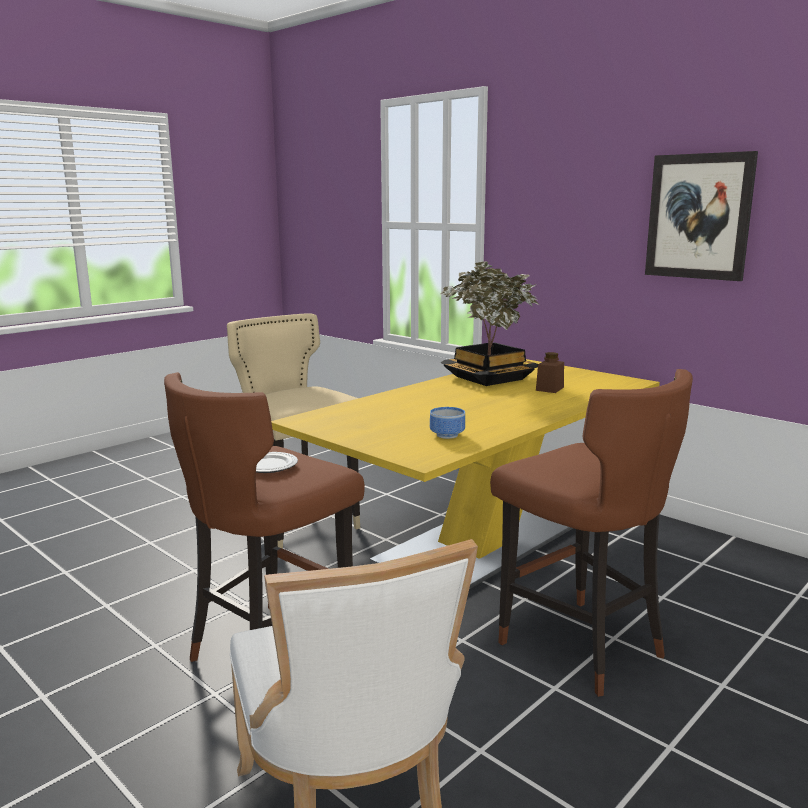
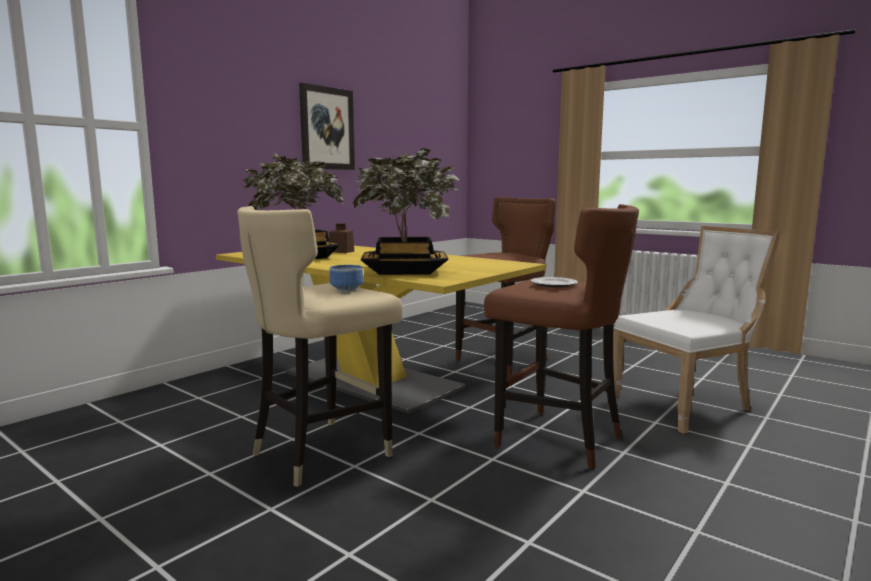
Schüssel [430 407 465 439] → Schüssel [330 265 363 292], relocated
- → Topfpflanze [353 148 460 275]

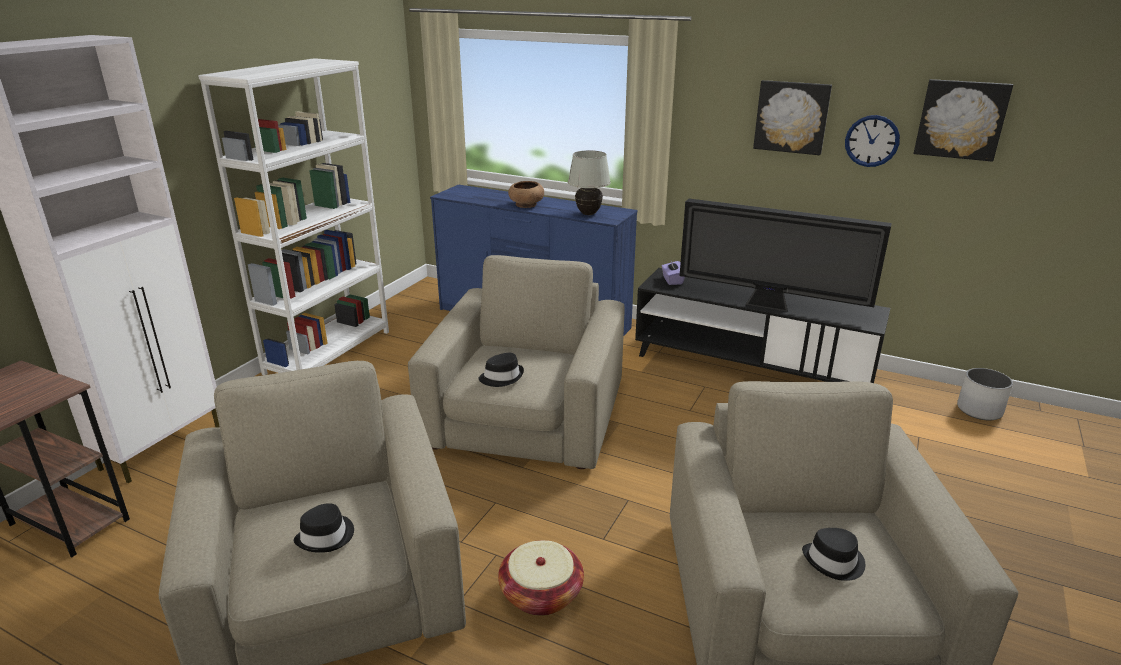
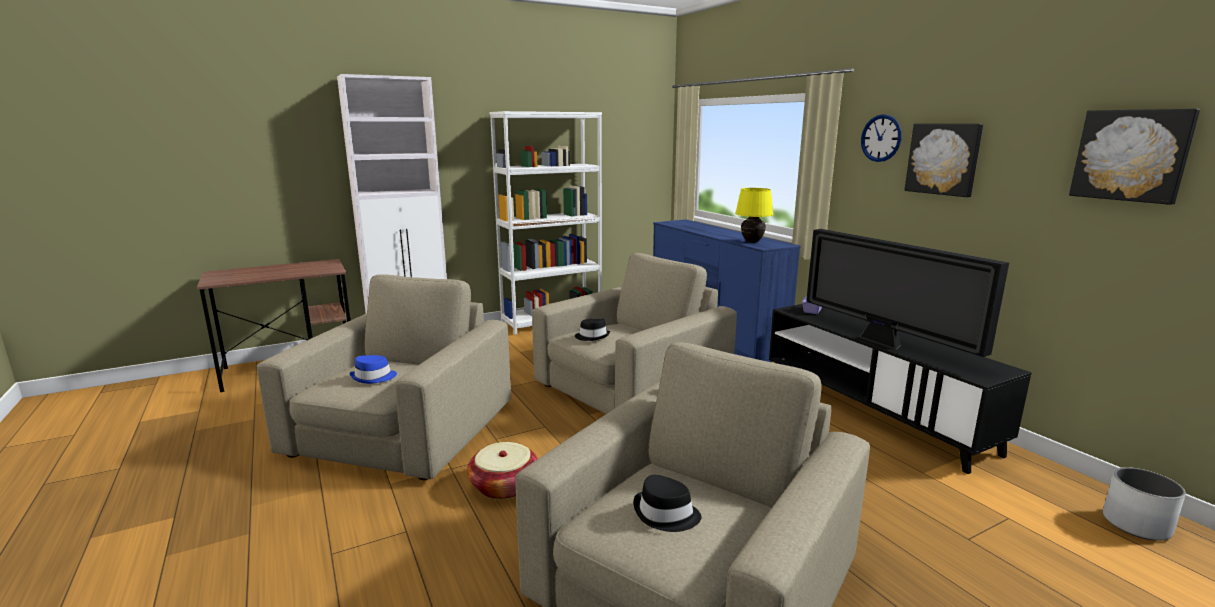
Hut [schwarz] [293 503 354 553] → Hut [blau] [350 355 397 384]
Tischlampe [weiß] [568 150 611 215] → Tischlampe [gelb] [735 188 773 243]
Wanduhr [845 115 900 167] → Wanduhr [861 114 902 162], relocated
Schüssel [braun] [508 181 544 208] → -

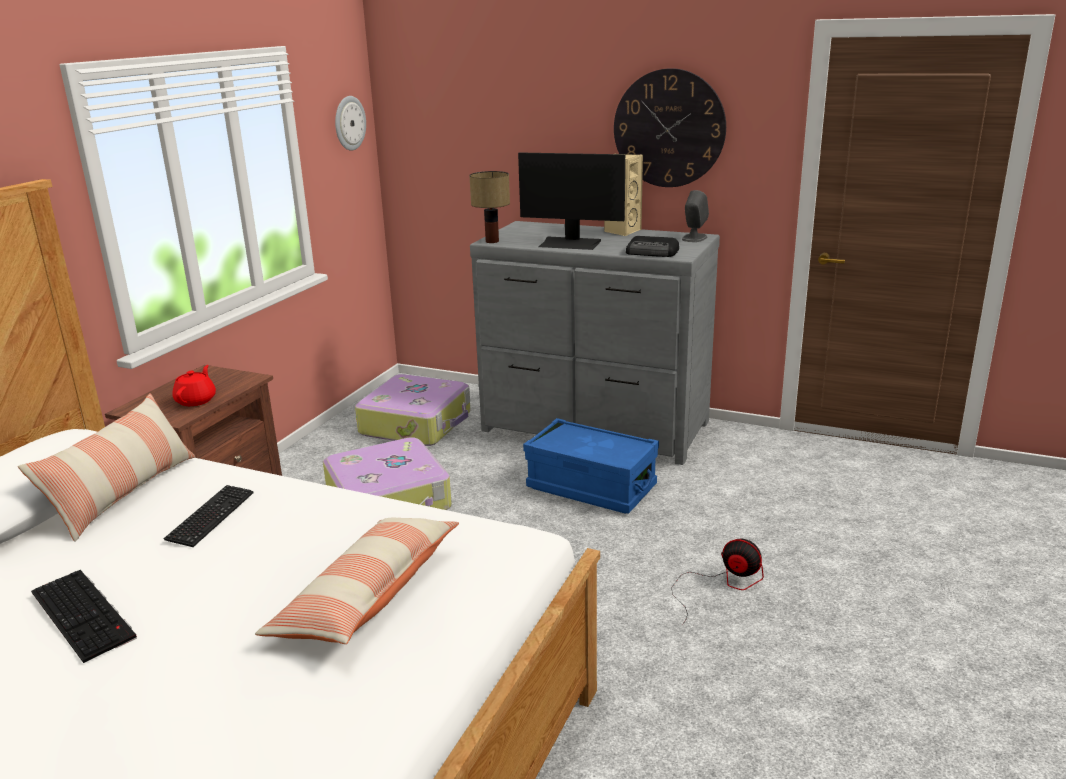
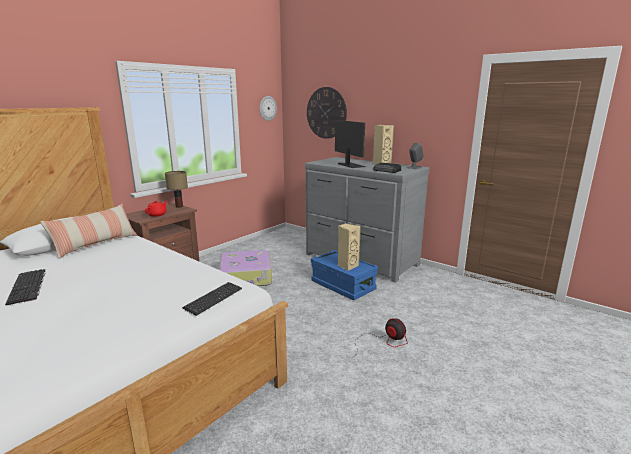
Tischlampe [469 171 510 243] → Tischlampe [165 171 188 208], relocated
Tastatur [164 485 254 547] → Tastatur [182 282 242 316], relocated
Wanduhr [614 68 726 187] → Wanduhr [307 87 347 139], relocated
Monitor [518 152 625 250] → Monitor [335 120 366 168], 150 degrees counterclockwise
- → Lautsprecher [beige] [338 223 361 271]
Kissen [255 518 459 644] → -
Koffer [355 374 471 446] → -

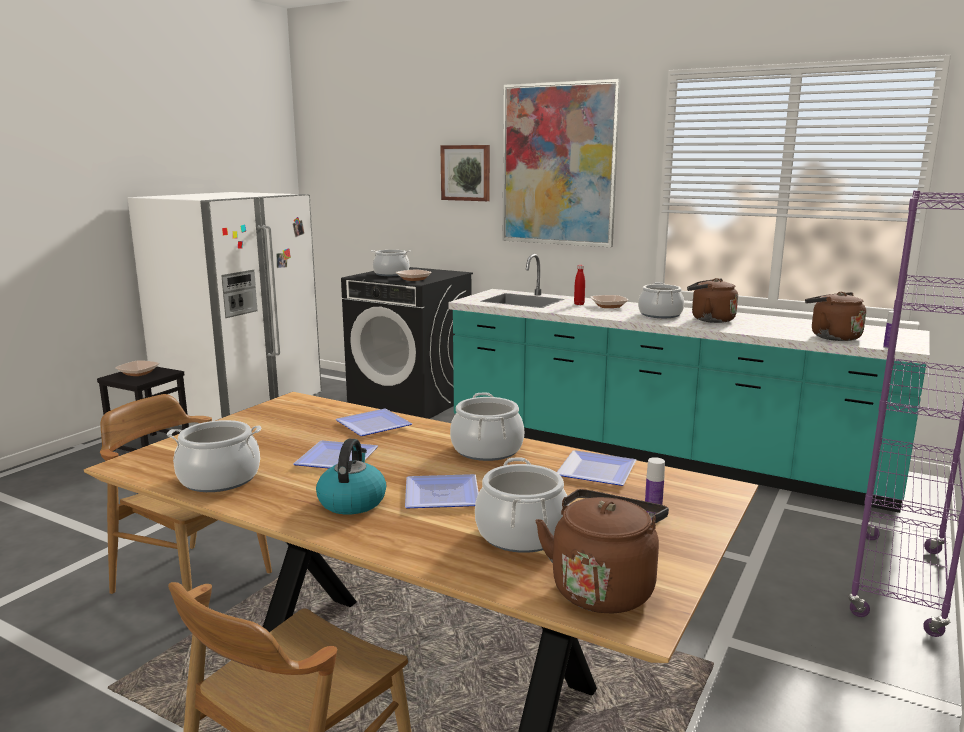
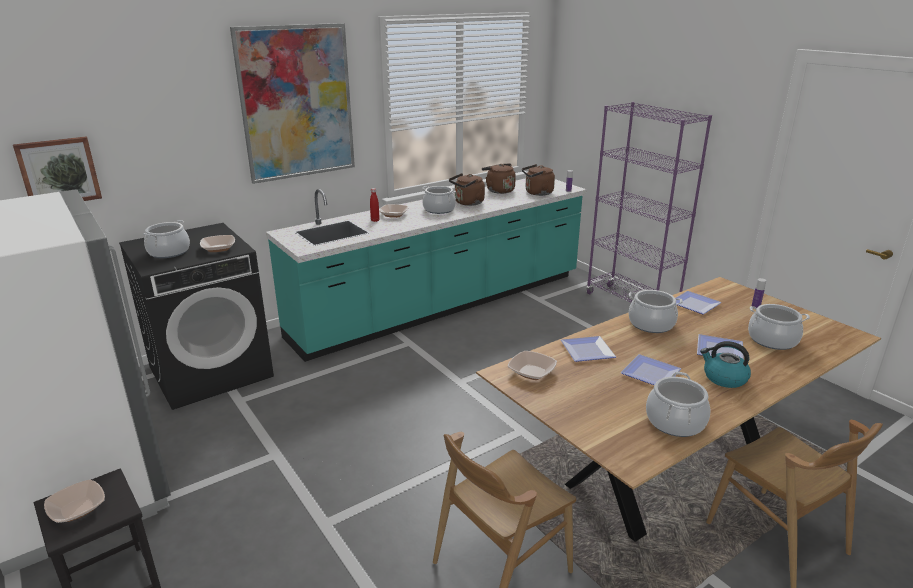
Bild [440 145 490 201] → Bild [13 137 102 201], relocated
Wasserkessel [braun] [535 489 669 614] → Wasserkessel [braun] [482 164 516 194], relocated
- → Schüssel [508 351 557 380]

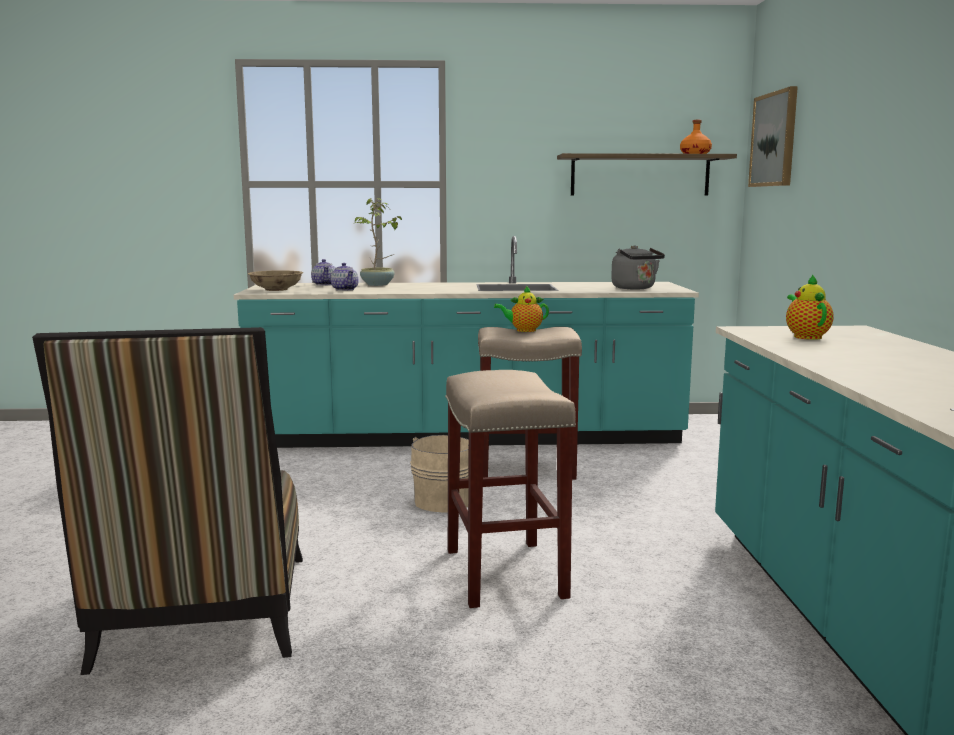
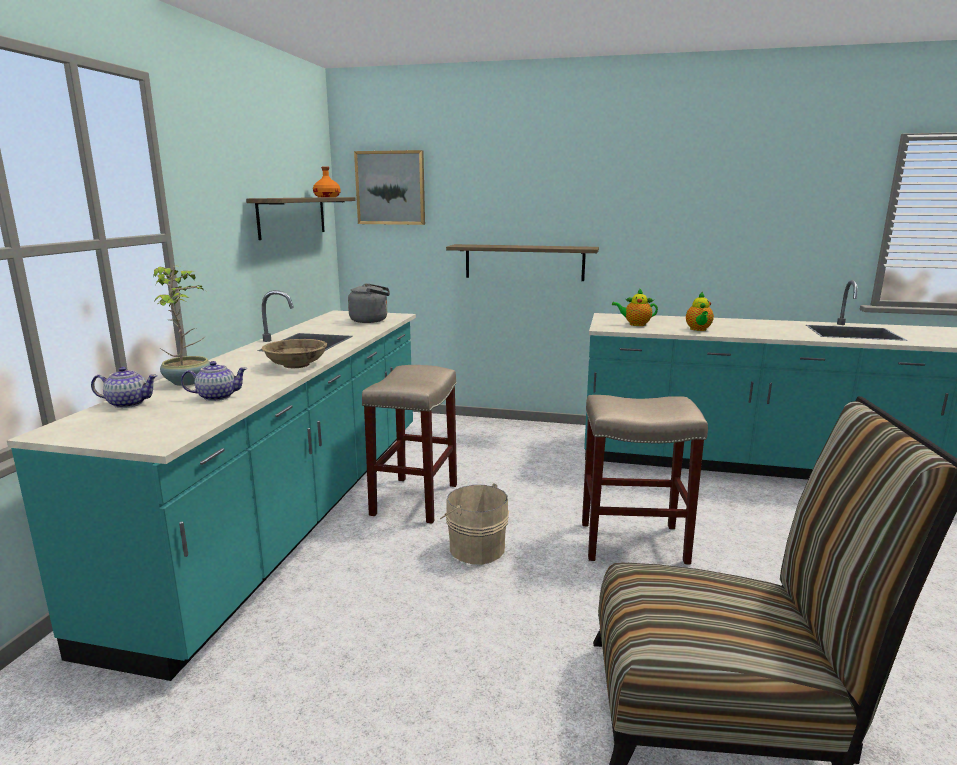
Schüssel [beige] [248 270 303 291] → Schüssel [beige] [262 339 327 368], relocated
- → Wandregal [446 244 599 281]
Teekanne [494 286 549 332] → Teekanne [686 292 714 331], relocated

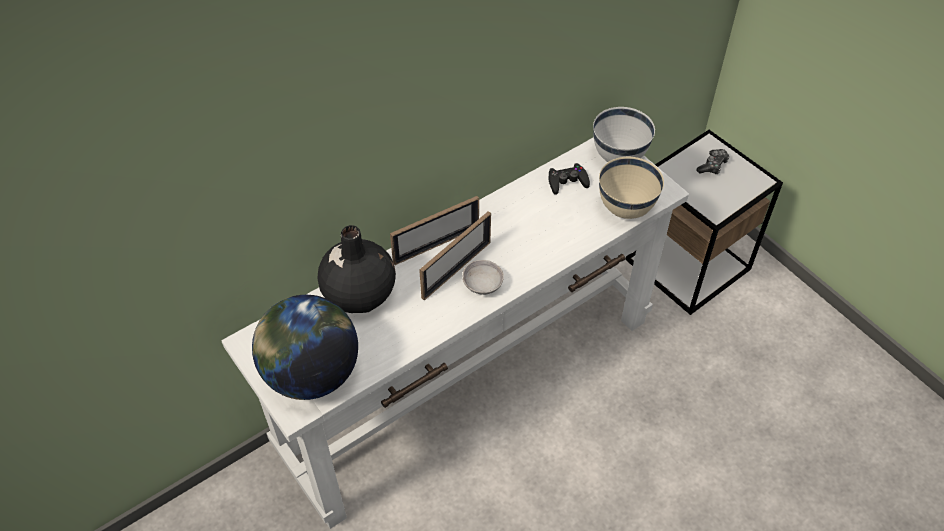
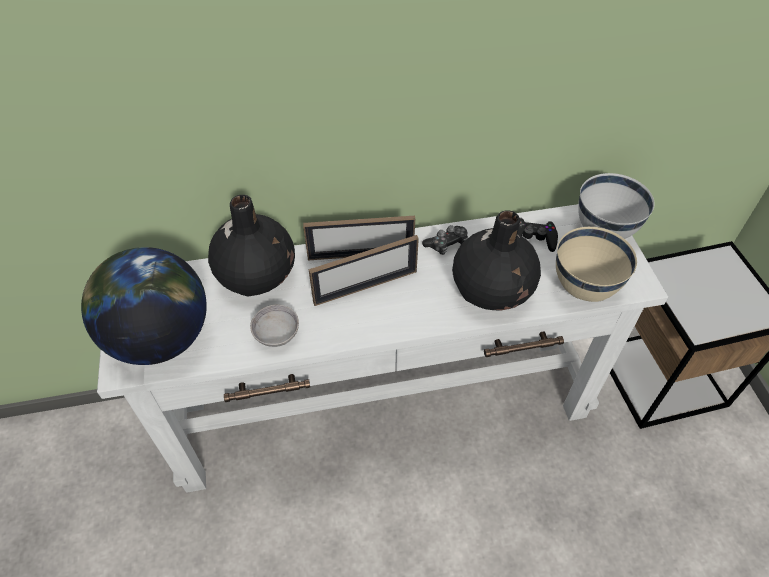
Schüssel [grau] [463 260 504 295] → Schüssel [grau] [250 305 299 347], relocated
Gamepad [696 149 730 174] → Gamepad [422 225 468 255], relocated
- → Vase [schwarz] [452 211 541 310]

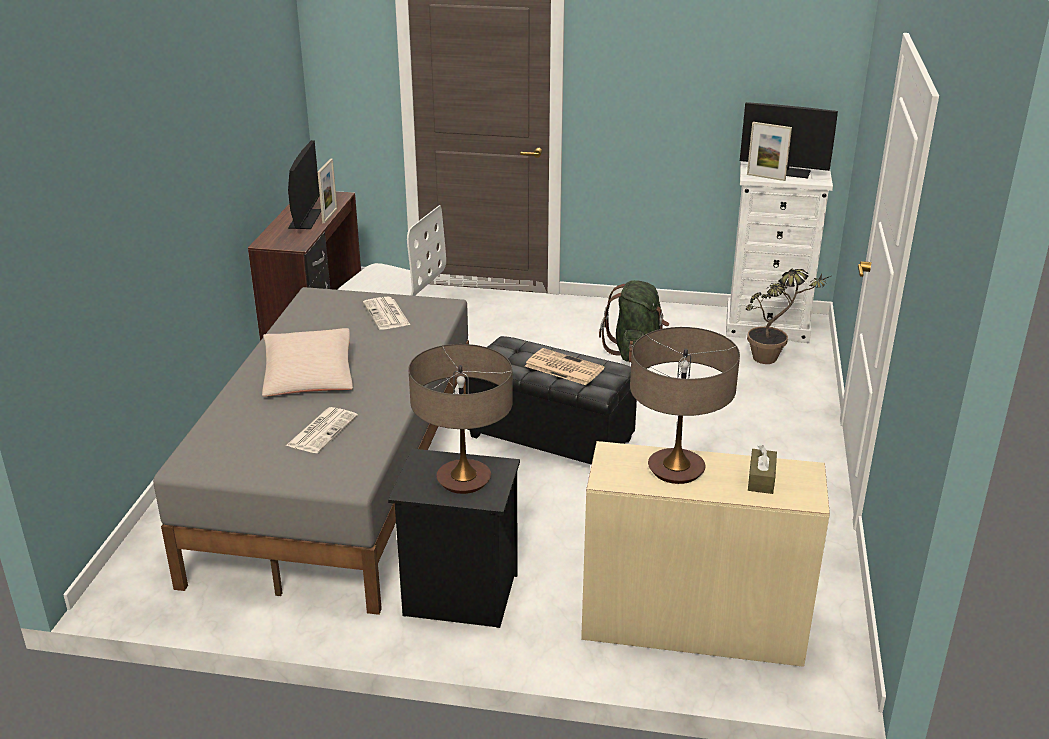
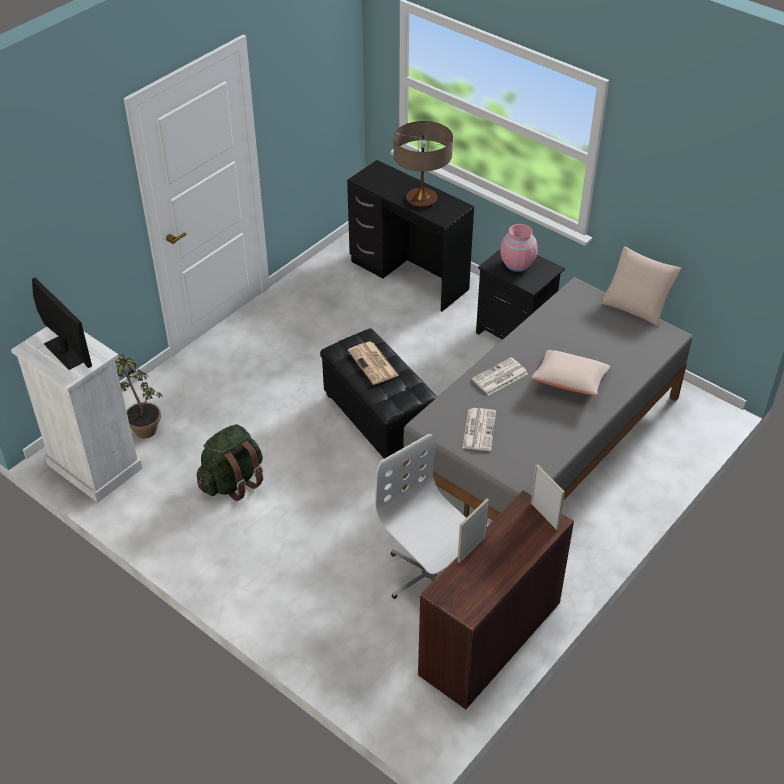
Schreibtisch [beige] [581 441 830 667] → Schreibtisch [schwarz] [347 160 474 312]
Zeitung [286 407 358 453] → Zeitung [471 357 528 395], relocated
Tischlampe [409 344 513 494] → Vase [rosa] [500 224 538 272]
Bilderrahmen [747 122 792 181] → Bilderrahmen [531 464 565 530], relocated
- → Kissen [beige] [602 246 682 326]
Monitor [288 140 321 229] → -
Taschentuchbox [braun] [748 445 777 494] → -

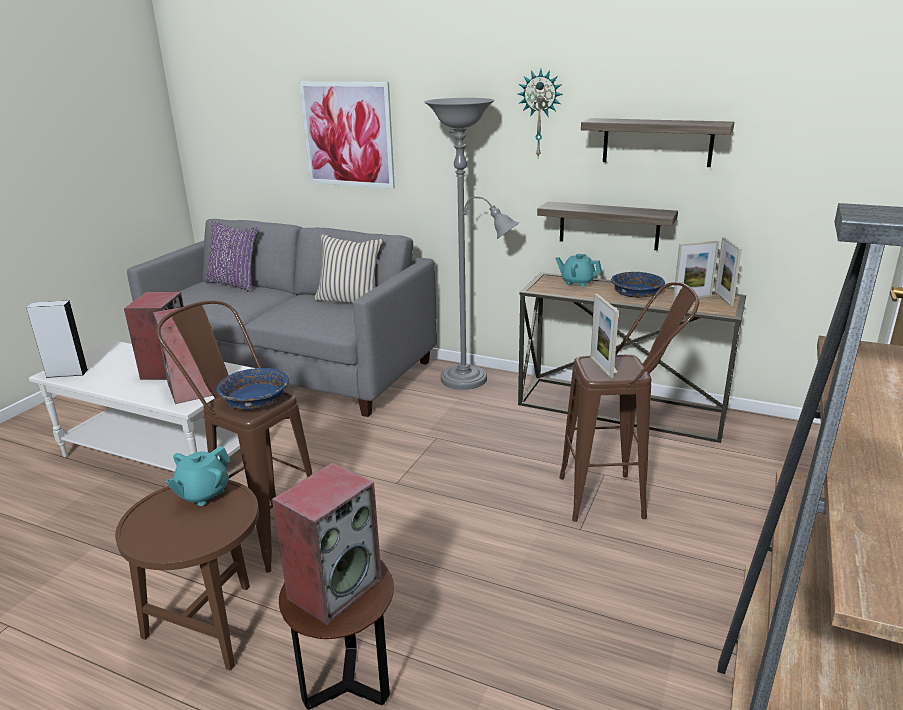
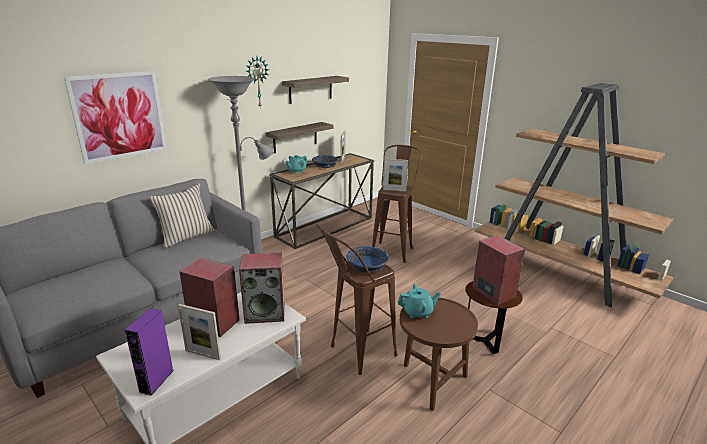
Lautsprecher [grau] [26 300 88 378] → Lautsprecher [lila] [125 308 174 396]
Bilderrahmen [715 237 742 306] → Bilderrahmen [178 304 221 360], relocated
Teekanne [türkis] [165 446 230 506] → Teekanne [türkis] [398 284 441 319], 60 degrees counterclockwise
Kissen [lila] [204 221 259 292] → -

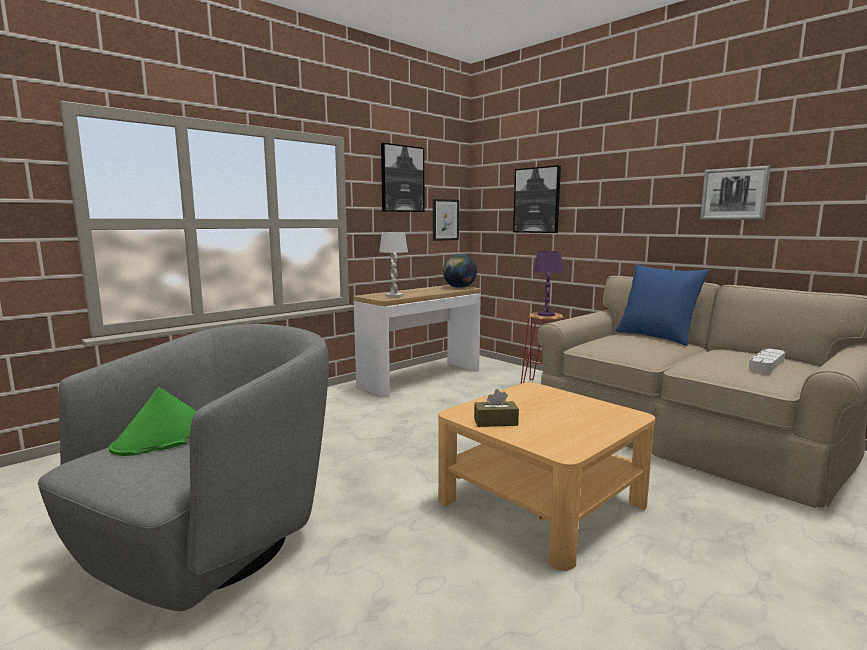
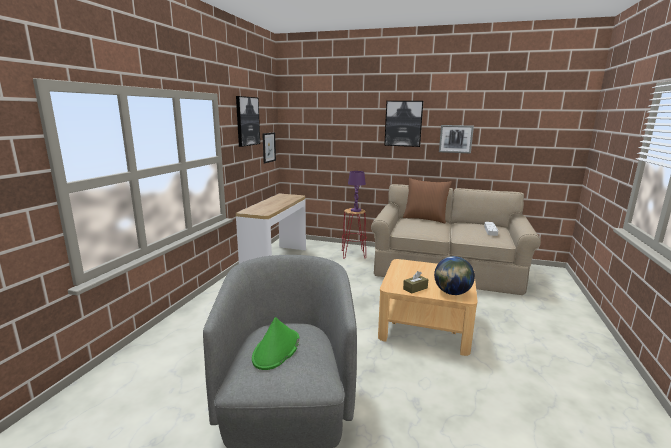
Bild [513 165 561 233] → Bild [384 101 423 147], relocated
Kissen [blau] [616 264 709 346] → Kissen [braun] [403 178 452 224]
Globus [443 254 477 288] → Globus [434 256 475 295], relocated
Tischlampe [weiß] [379 232 408 297] → -

